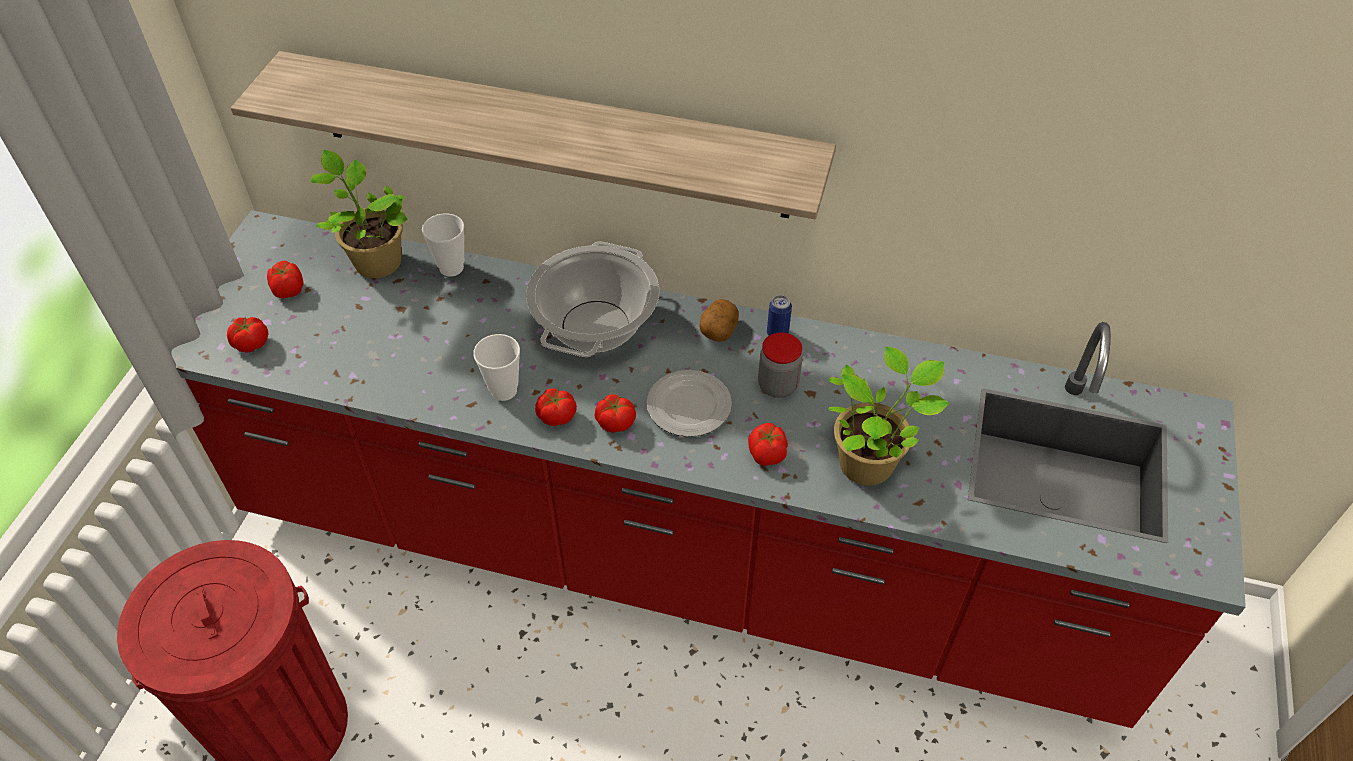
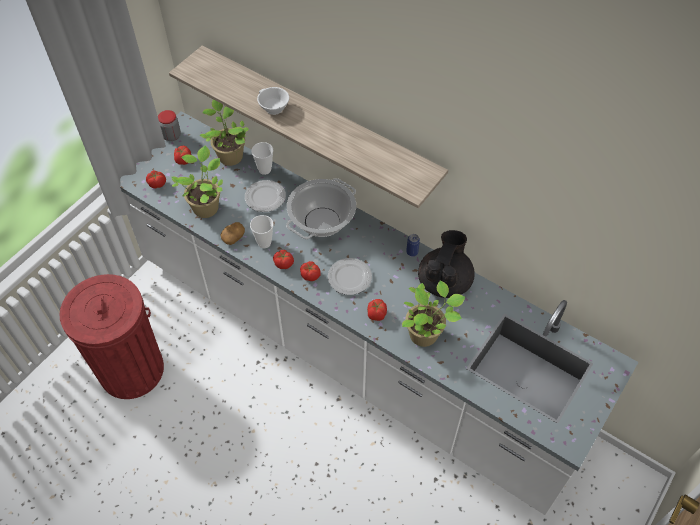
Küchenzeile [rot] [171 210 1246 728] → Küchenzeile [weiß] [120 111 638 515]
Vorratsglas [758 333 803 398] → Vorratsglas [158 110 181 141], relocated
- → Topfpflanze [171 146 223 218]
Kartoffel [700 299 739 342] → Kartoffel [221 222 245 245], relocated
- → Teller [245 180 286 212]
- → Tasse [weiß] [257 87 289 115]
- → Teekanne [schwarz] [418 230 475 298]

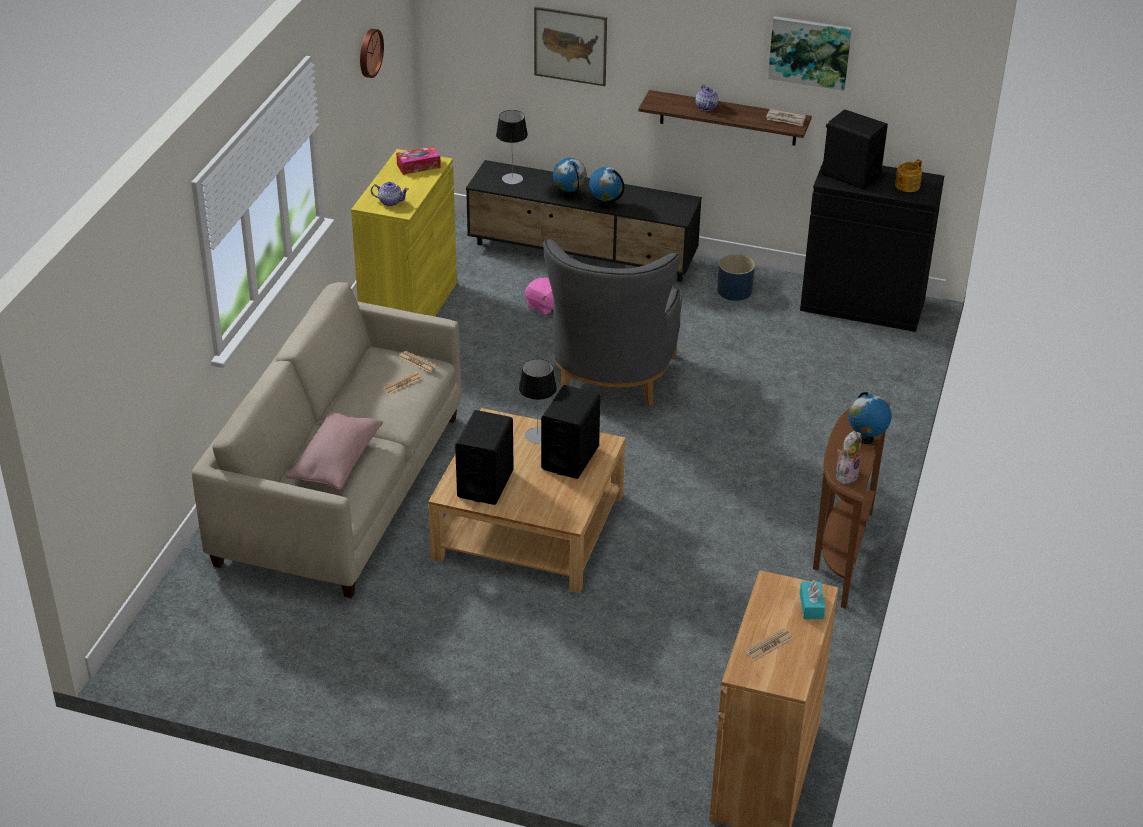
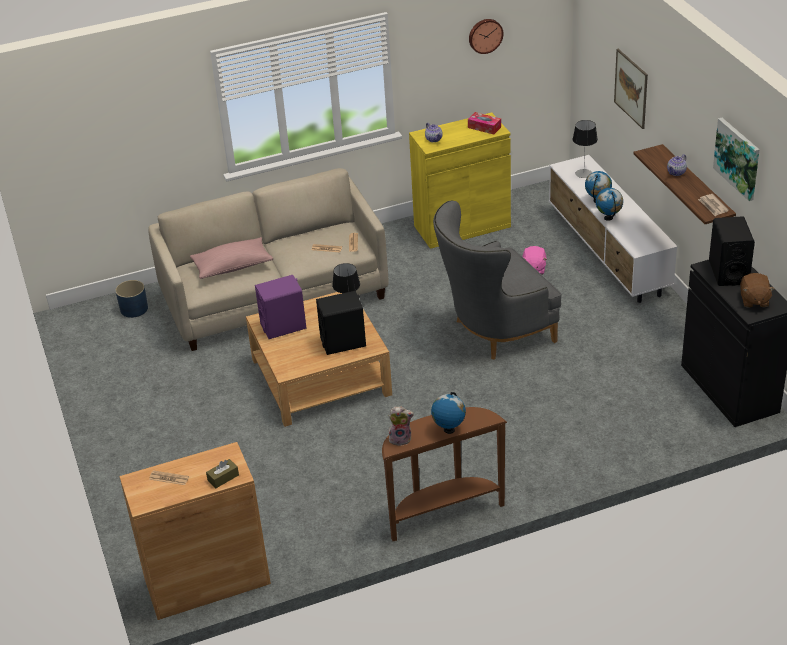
Pflanzkübel [blau] [718 254 755 301] → Pflanzkübel [blau] [115 280 148 318], relocated
Taschentuchbox [türkis] [800 580 825 619] → Taschentuchbox [braun] [206 459 239 488]
Lautsprecher [schwarz] [455 410 514 505] → Lautsprecher [lila] [255 275 306 339]
Fernsehschrank [schwarz] [466 160 702 282] → Fernsehschrank [weiß] [549 155 678 303]
Teekanne [895 159 922 192] → Plüschtier [braun] [740 273 774 308]

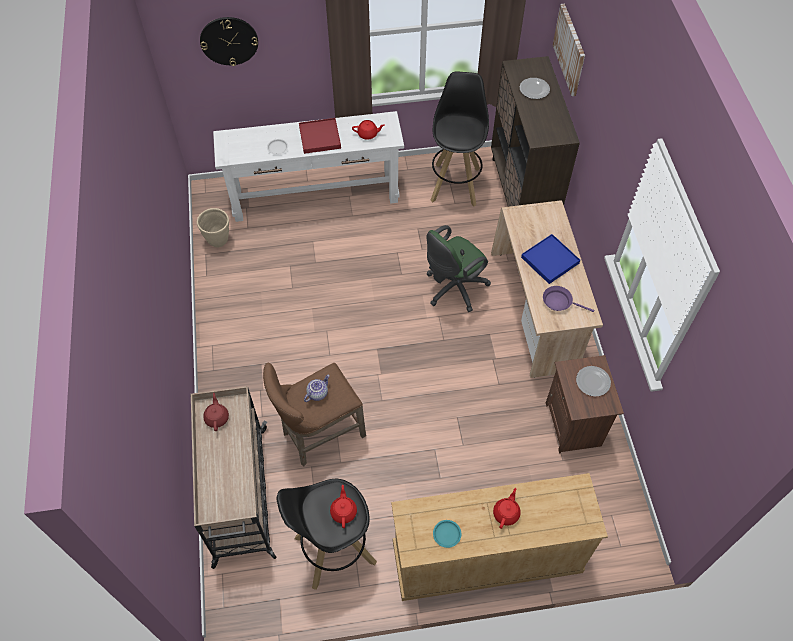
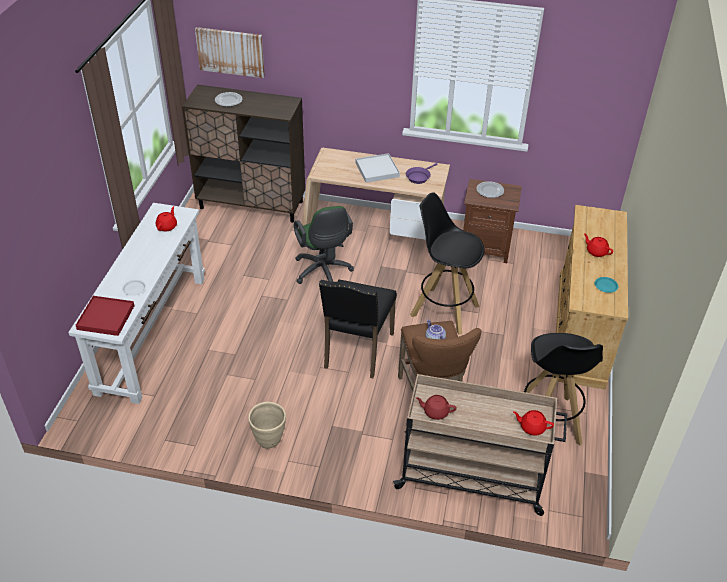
Tablett [rot] [299 118 341 154] → Tablett [rot] [76 296 134 336], relocated
Pflanzkübel [beige] [197 208 229 248] → Pflanzkübel [beige] [248 402 286 449], relocated
- → Stuhl [schwarz] [319 280 397 378]
Tablett [blau] [521 234 580 284] → Tablett [weiß] [356 153 400 183]
Hocker [schwarz] [430 71 489 206] → Hocker [schwarz] [410 192 485 335], relocated
Teekanne [rot] [330 485 357 528] → Teekanne [rot] [513 410 554 436], relocated
Wanduhr [200 17 258 66] → -

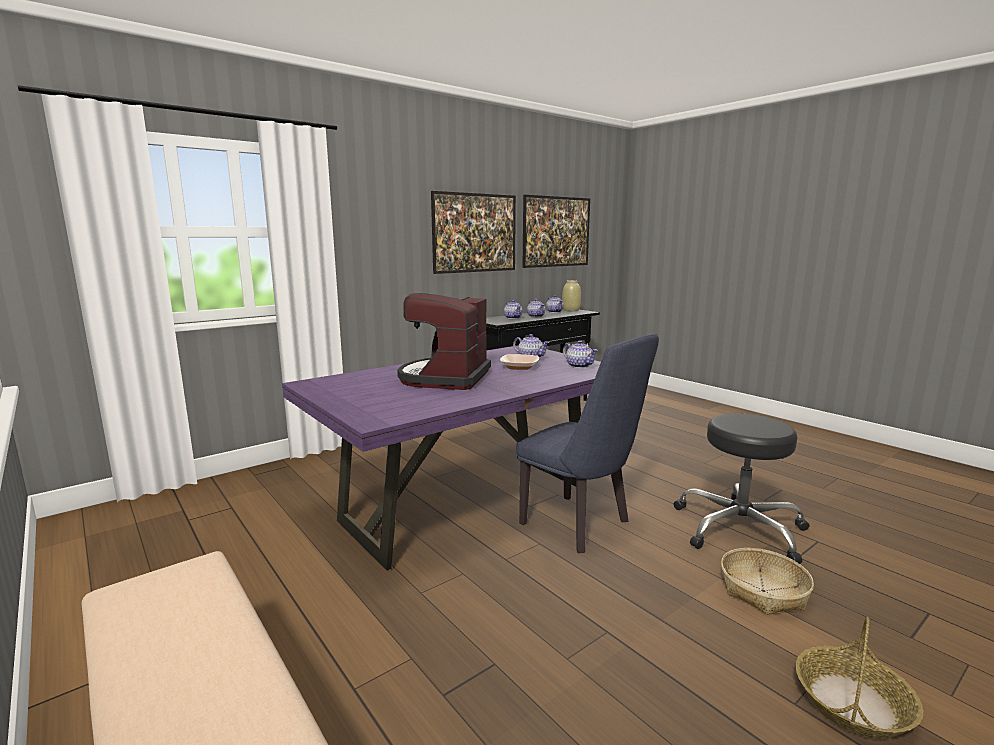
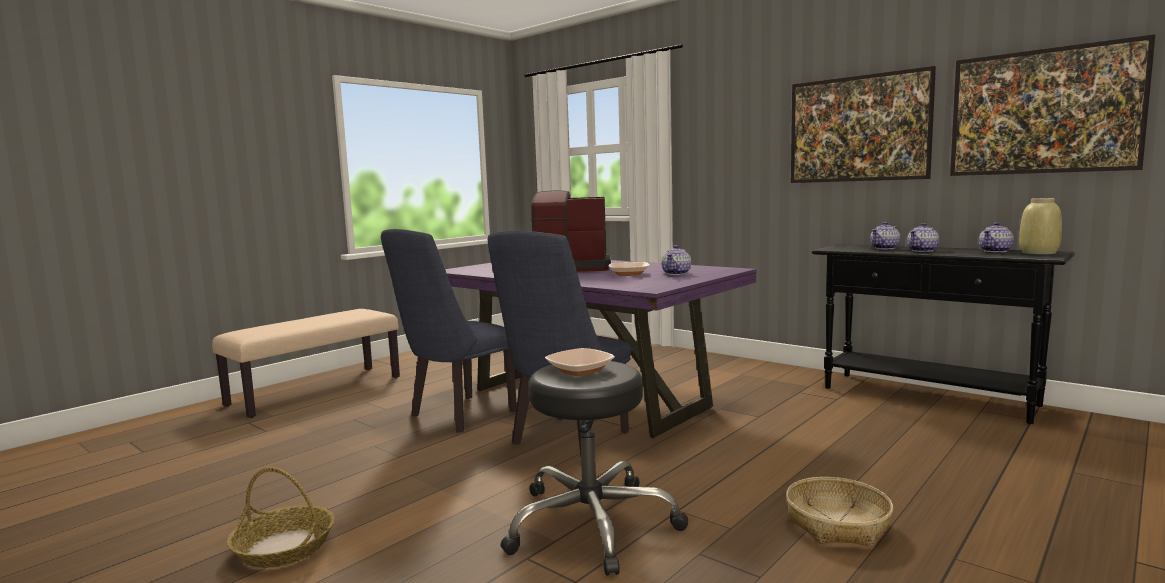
- → Stuhl [blau] [381 229 517 432]
- → Schüssel [545 348 615 376]
Korb [721 548 814 615] → Korb [786 477 893 546], relocated
Teekanne [563 340 598 368] → -

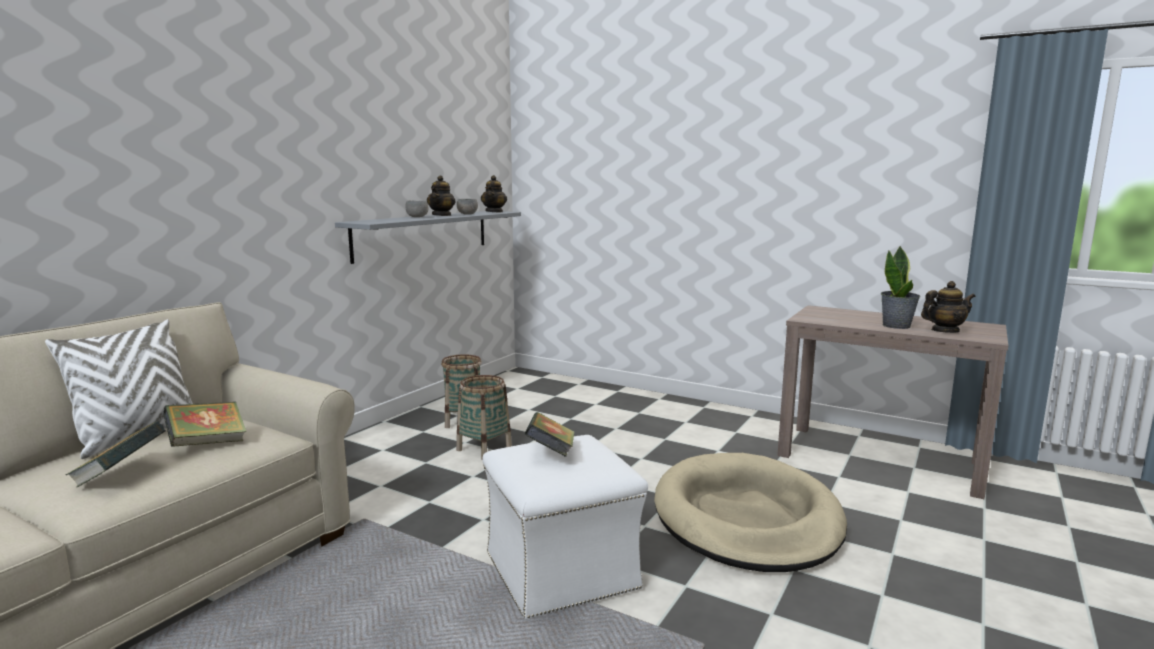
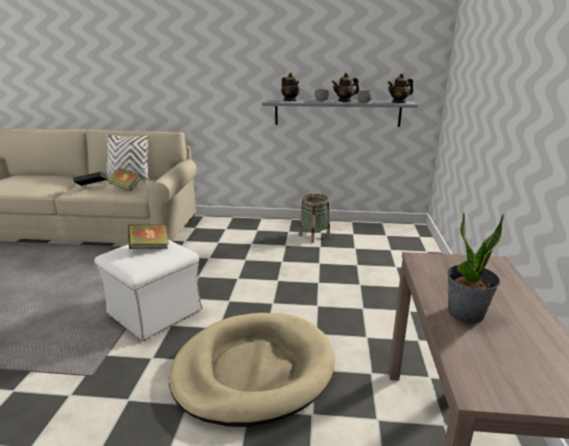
Teekanne [921 281 975 333] → Teekanne [281 73 300 101], relocated
Korb [456 375 512 459] → -

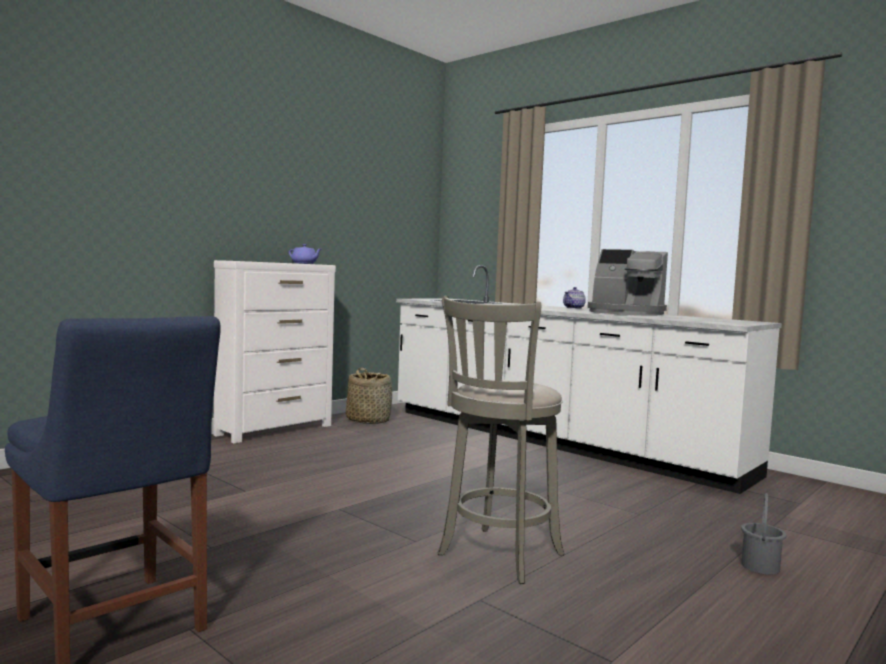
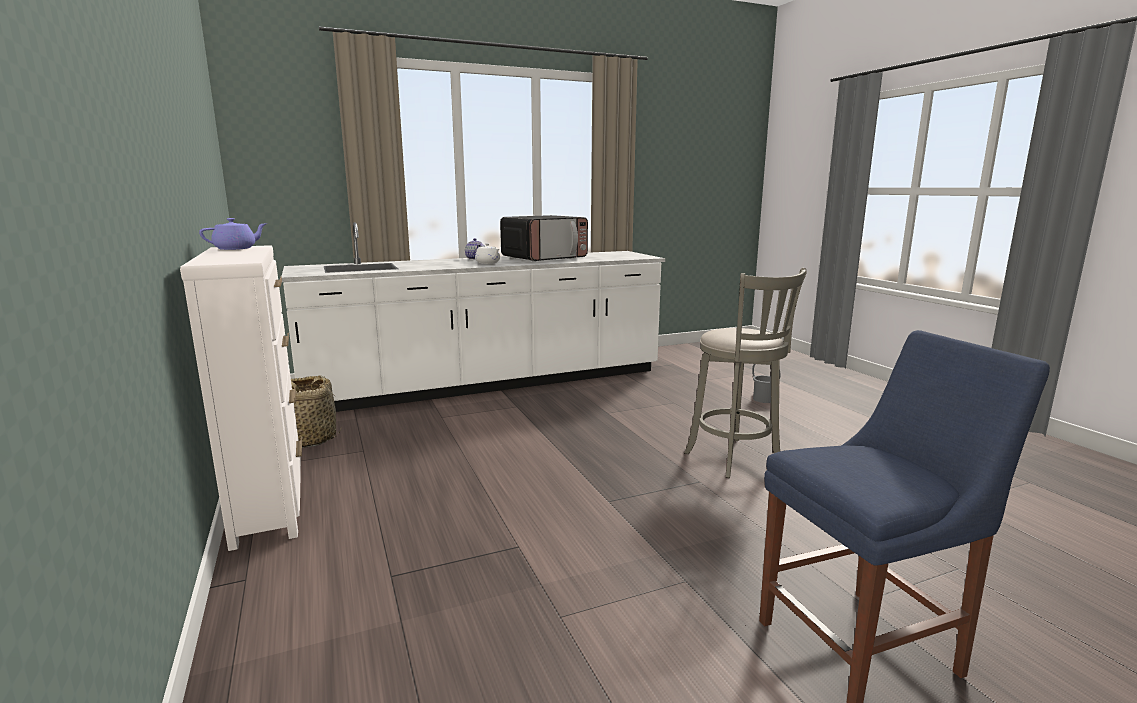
- → Teekanne [weiß] [475 243 500 264]
Kaffeemaschine [588 249 668 316] → Mikrowelle [500 215 588 262]

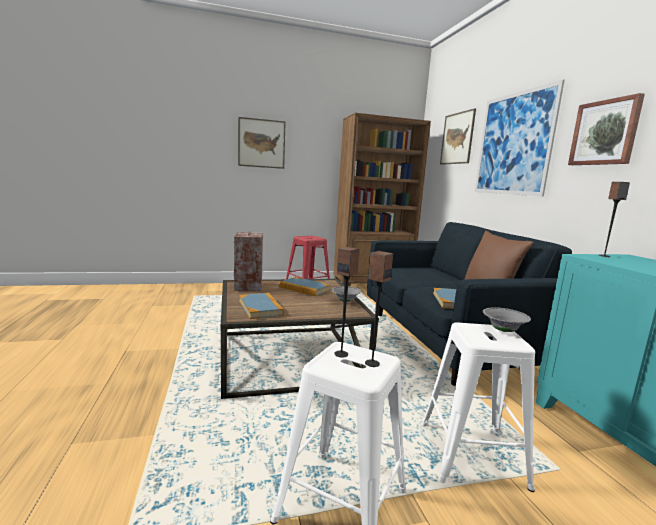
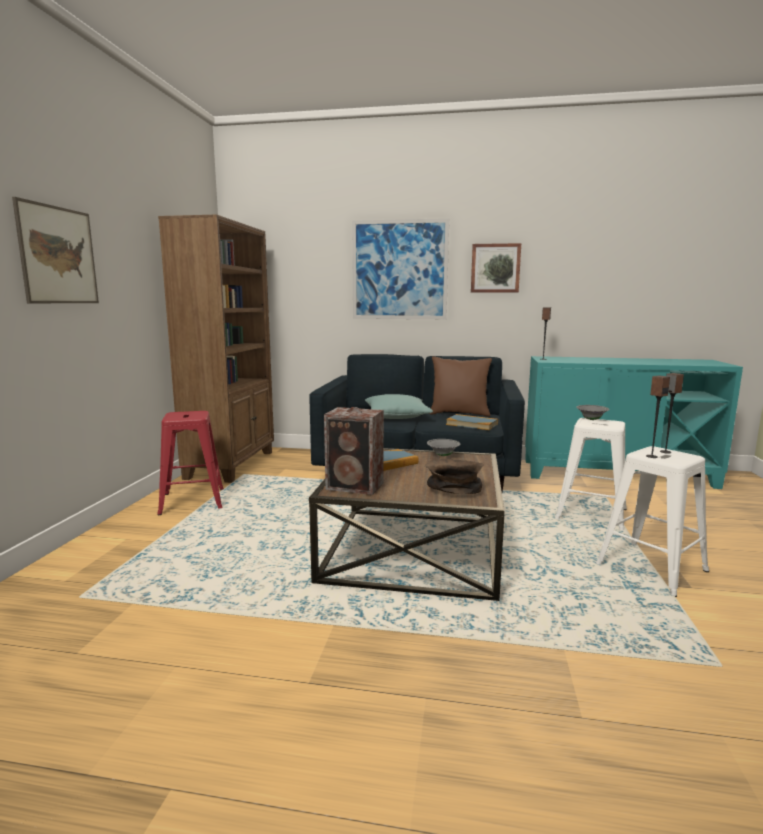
- → Kissen [türkis] [365 394 433 419]
Buch [239 293 284 319] → Schüssel [braun] [425 459 484 494]
Bild [440 108 476 165] → -

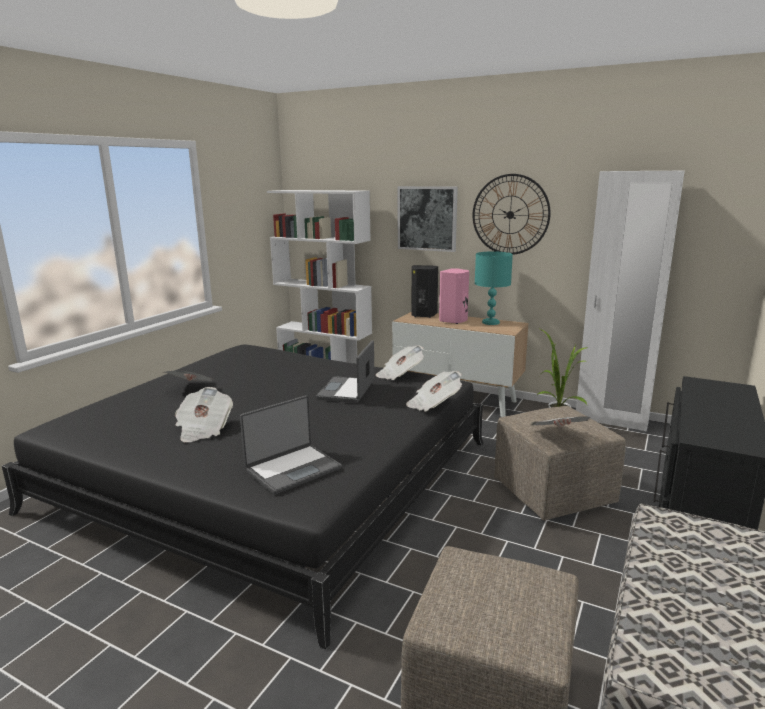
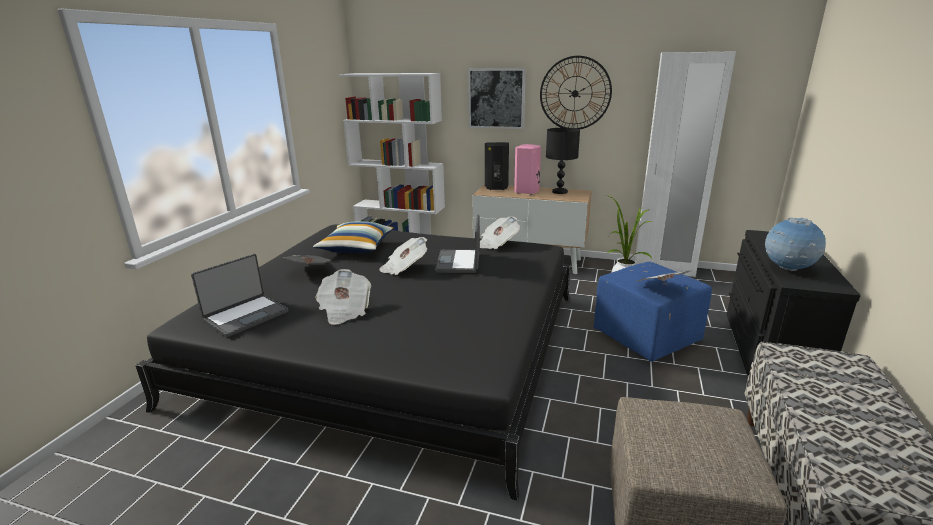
Laptop [240 395 342 495] → Laptop [191 254 288 337], relocated
- → Kissen [313 222 394 253]
Zeitung [406 371 462 412] → Zeitung [379 237 427 275], relocated
Tischlampe [türkis] [475 251 513 325] → Tischlampe [schwarz] [546 128 580 194]
Polsterhocker [beige] [494 406 626 521] → Polsterhocker [blau] [594 262 712 362]
- → Globus [765 217 826 271]

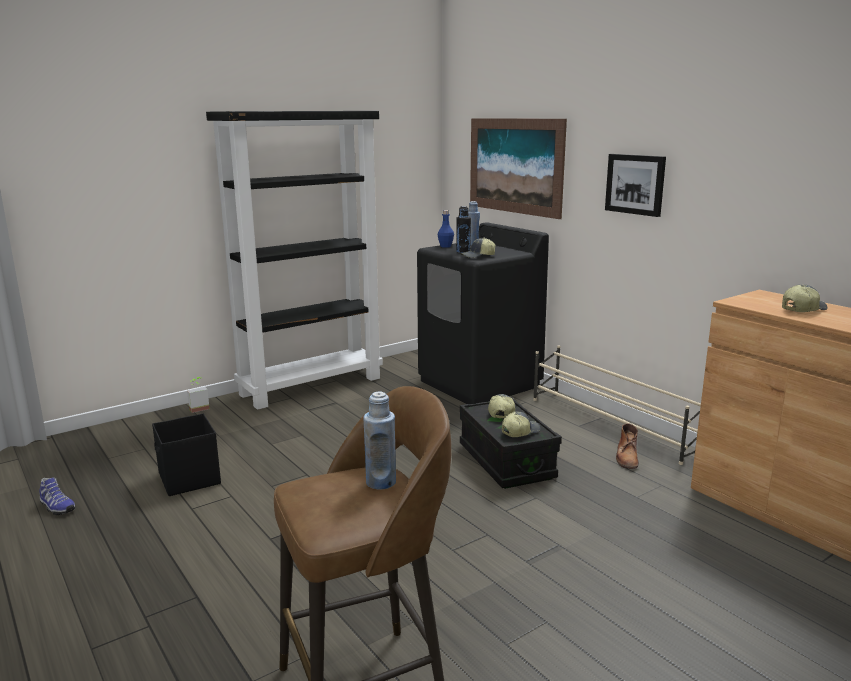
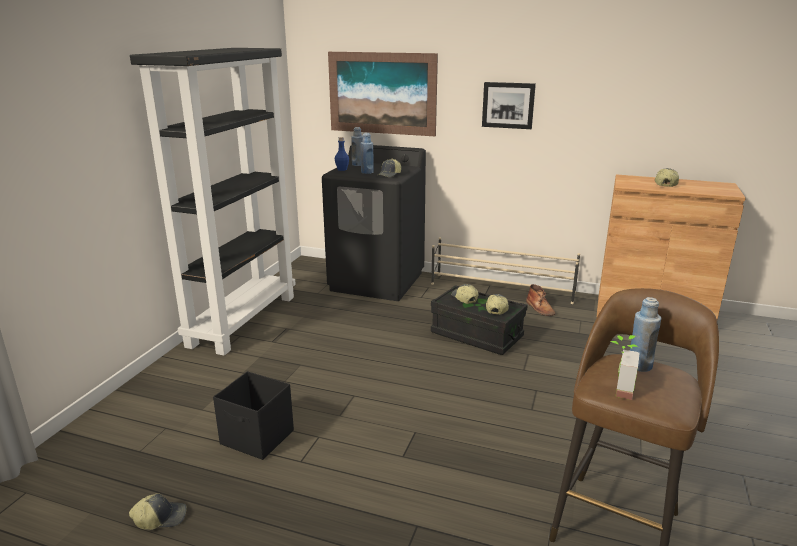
Schuh [39 478 76 515] → Kappe [129 493 187 530]
Flasche [schwarz] [456 206 471 253] → Flasche [blau] [360 133 374 174]
Topfpflanze [187 377 210 413] → Topfpflanze [610 335 640 400], relocated

